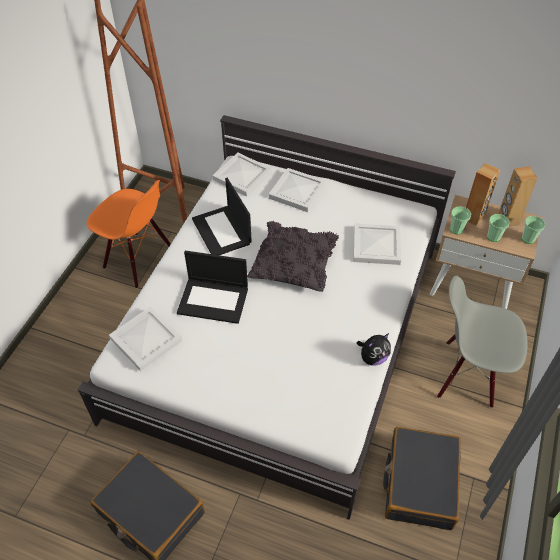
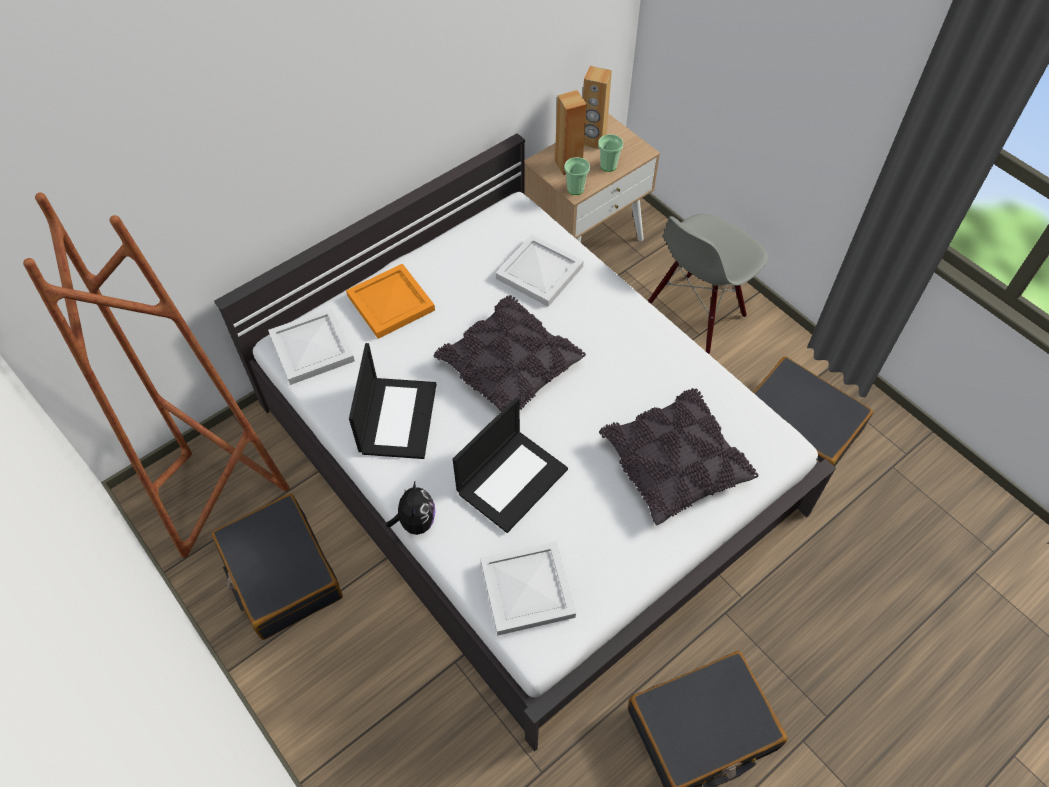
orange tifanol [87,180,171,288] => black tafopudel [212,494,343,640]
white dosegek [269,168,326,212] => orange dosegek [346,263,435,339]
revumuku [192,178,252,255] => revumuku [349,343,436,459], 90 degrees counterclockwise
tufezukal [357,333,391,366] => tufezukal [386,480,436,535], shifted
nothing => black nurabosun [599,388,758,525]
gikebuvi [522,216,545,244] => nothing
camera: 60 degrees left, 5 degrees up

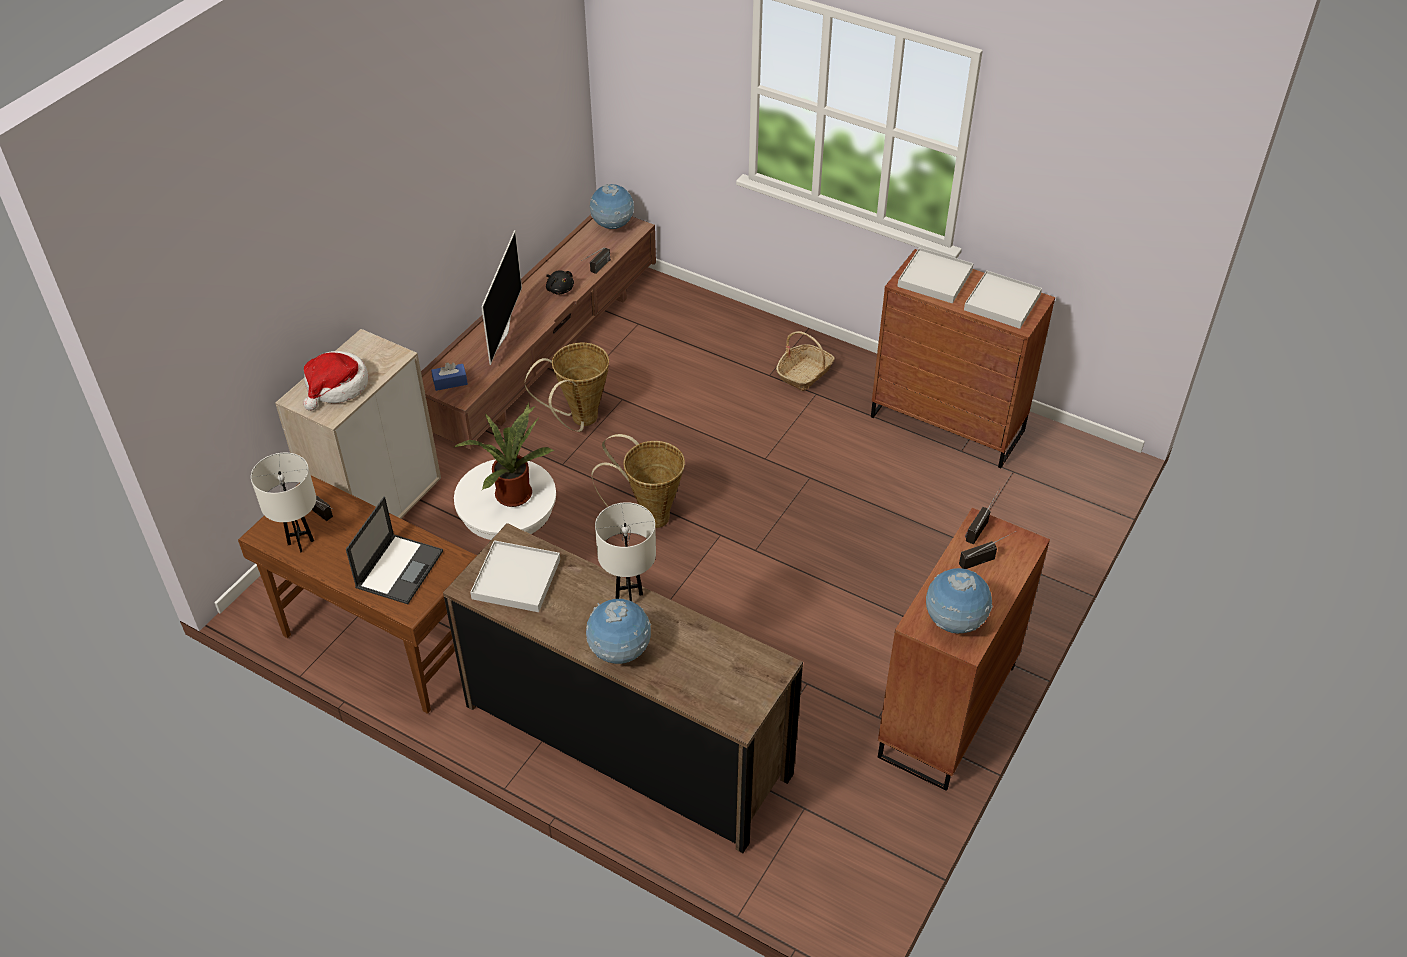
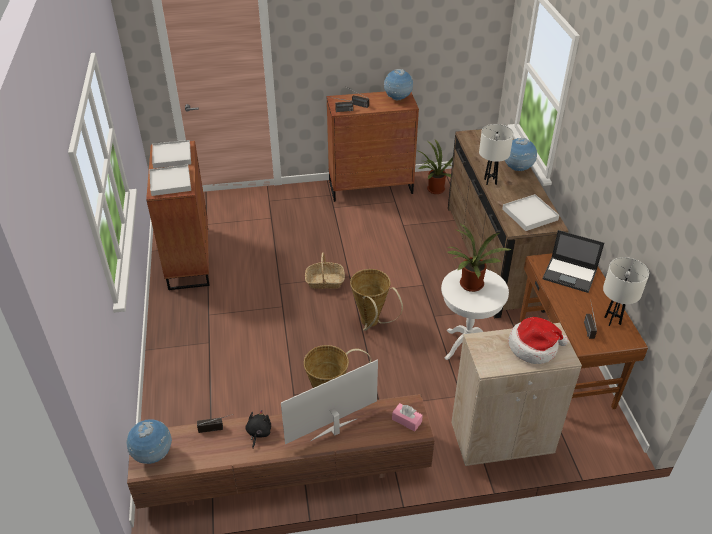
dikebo [776,331,835,391] => dikebo [305,252,345,289], shifted
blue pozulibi [431,362,468,391] => pink pozulibi [392,403,423,432]
nothing => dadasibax [417,140,453,194]
revumuku [346,496,443,604] => revumuku [543,230,604,293], 135 degrees counterclockwise
camera: 130 degrees left, 5 degrees down

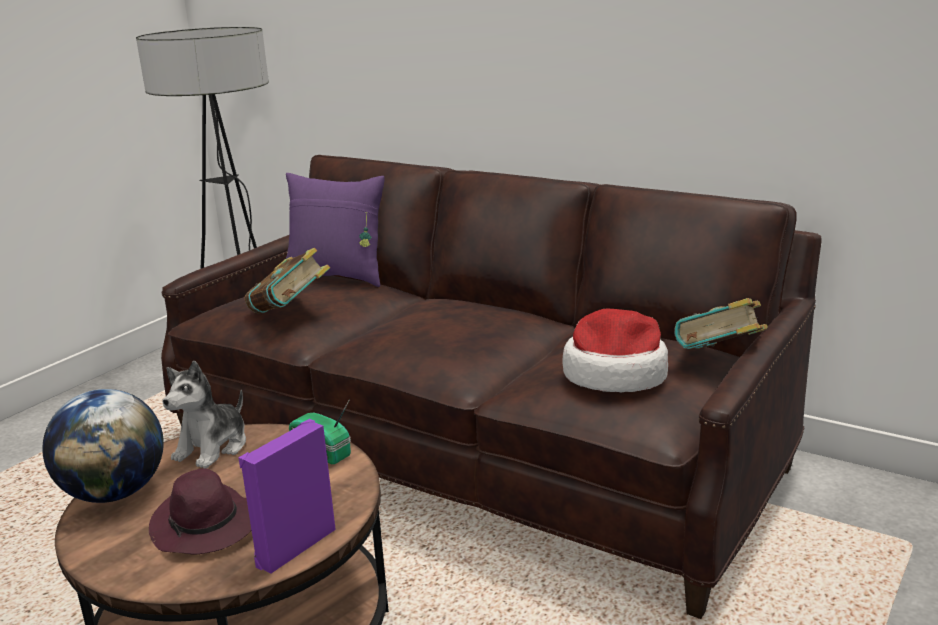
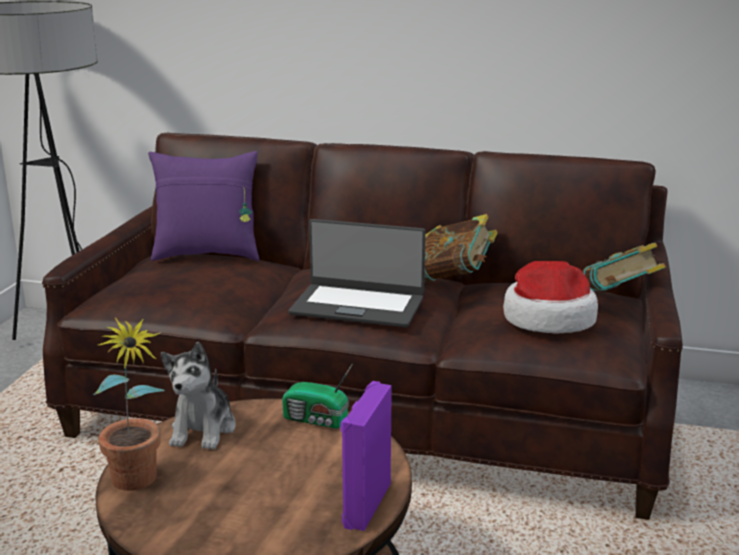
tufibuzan [42,389,164,503] => dadasibax [93,317,165,491]
nothing => revumuku [288,219,426,327]
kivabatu [244,248,330,314] => kivabatu [424,214,498,282], shifted
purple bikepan [149,468,251,554] => nothing
camera: 20 degrees left, 0 degrees up

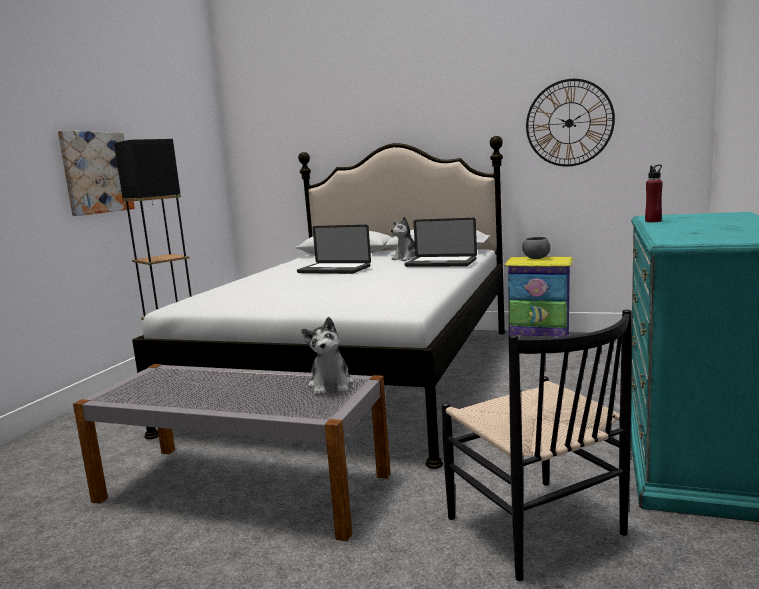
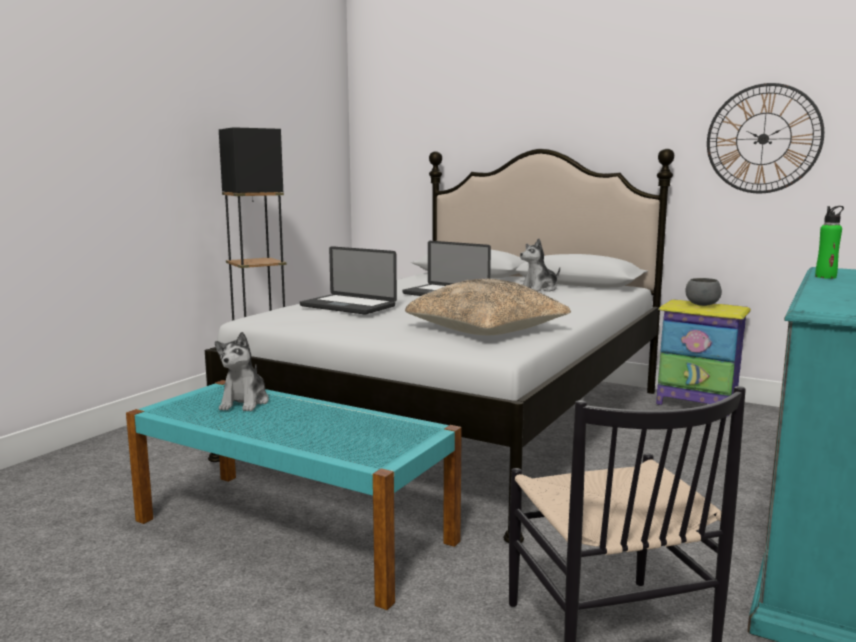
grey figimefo [73,364,391,541] => turquoise figimefo [126,380,462,610]
tufezukal [301,317,354,396] => tufezukal [215,332,269,411], shifted
revumuku [404,218,477,267] => revumuku [300,246,397,314], shifted
nothing => beige nurabosun [405,279,571,335]
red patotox [645,165,663,222] => green patotox [815,206,844,279]
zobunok [58,130,135,216] => nothing
camera: 10 degrees right, 0 degrees up

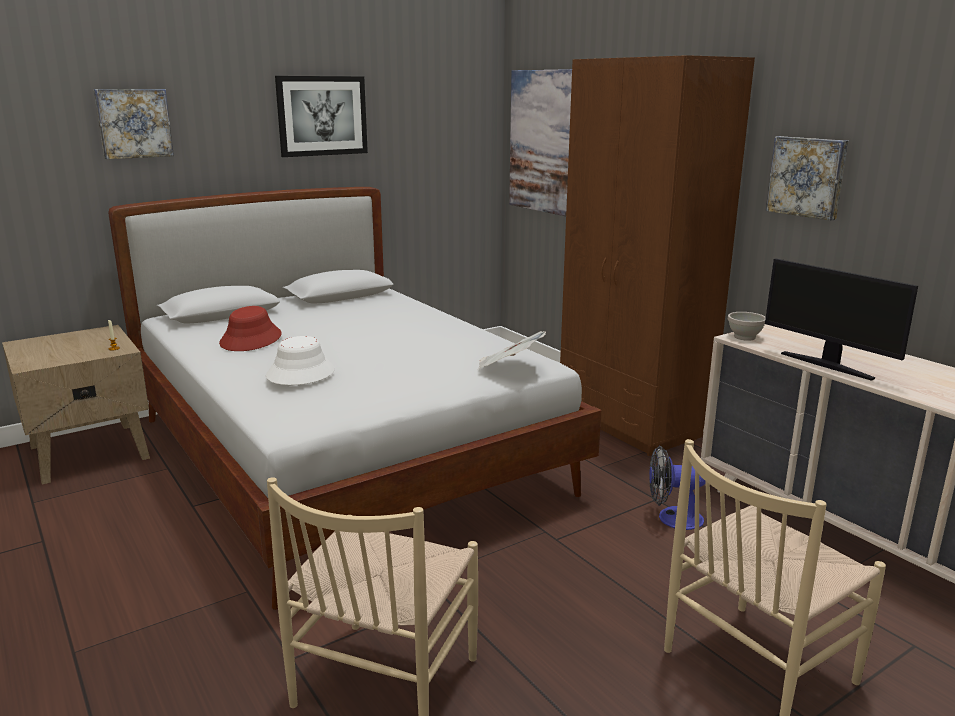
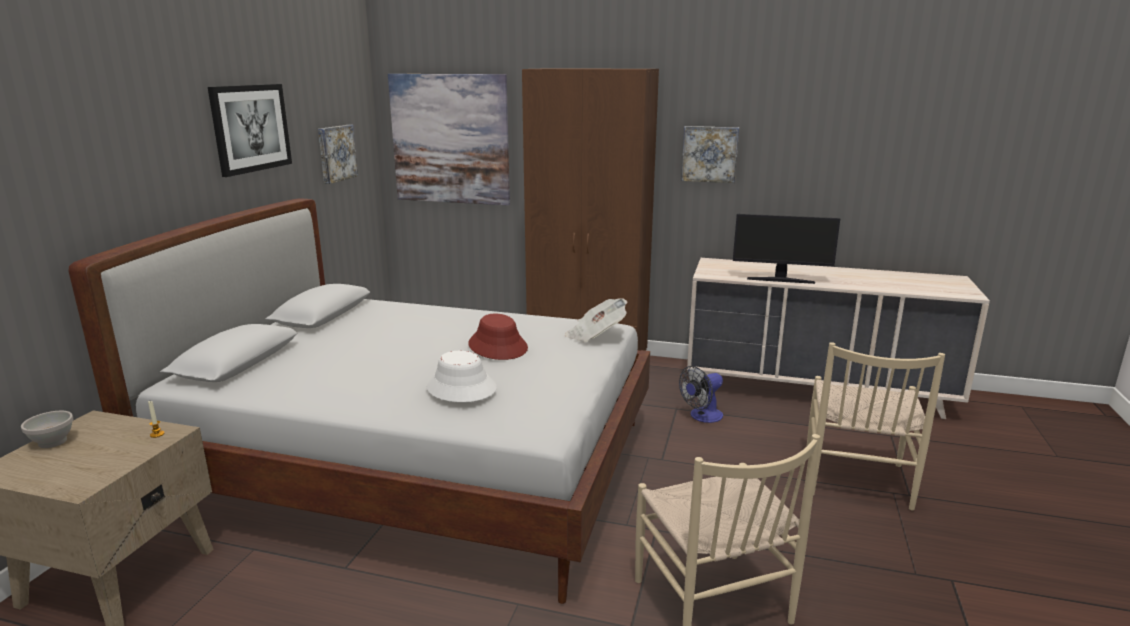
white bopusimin [728,312,766,341] => white bopusimin [21,411,73,448], shifted
zobunok [94,89,174,159] => zobunok [318,125,358,184], shifted
red bikepan [219,306,282,351] => red bikepan [468,314,528,360], shifted
camera: 40 degrees left, 0 degrees up

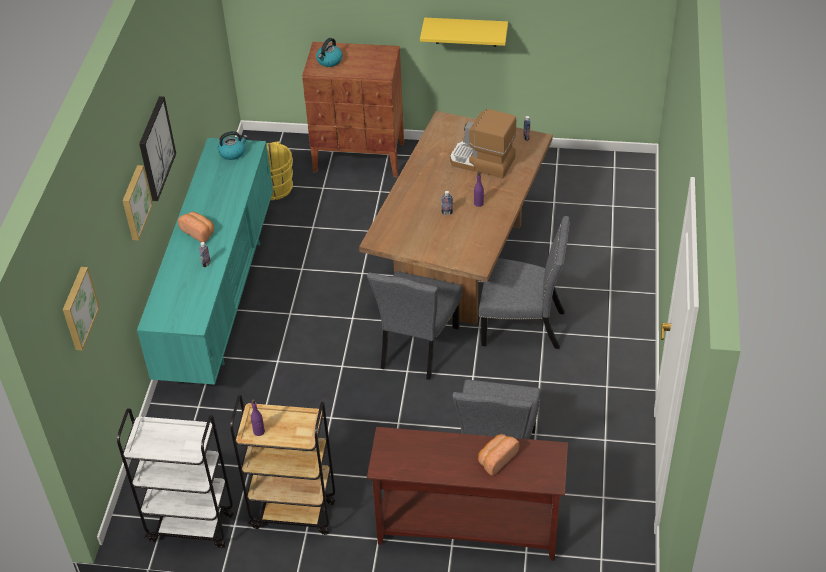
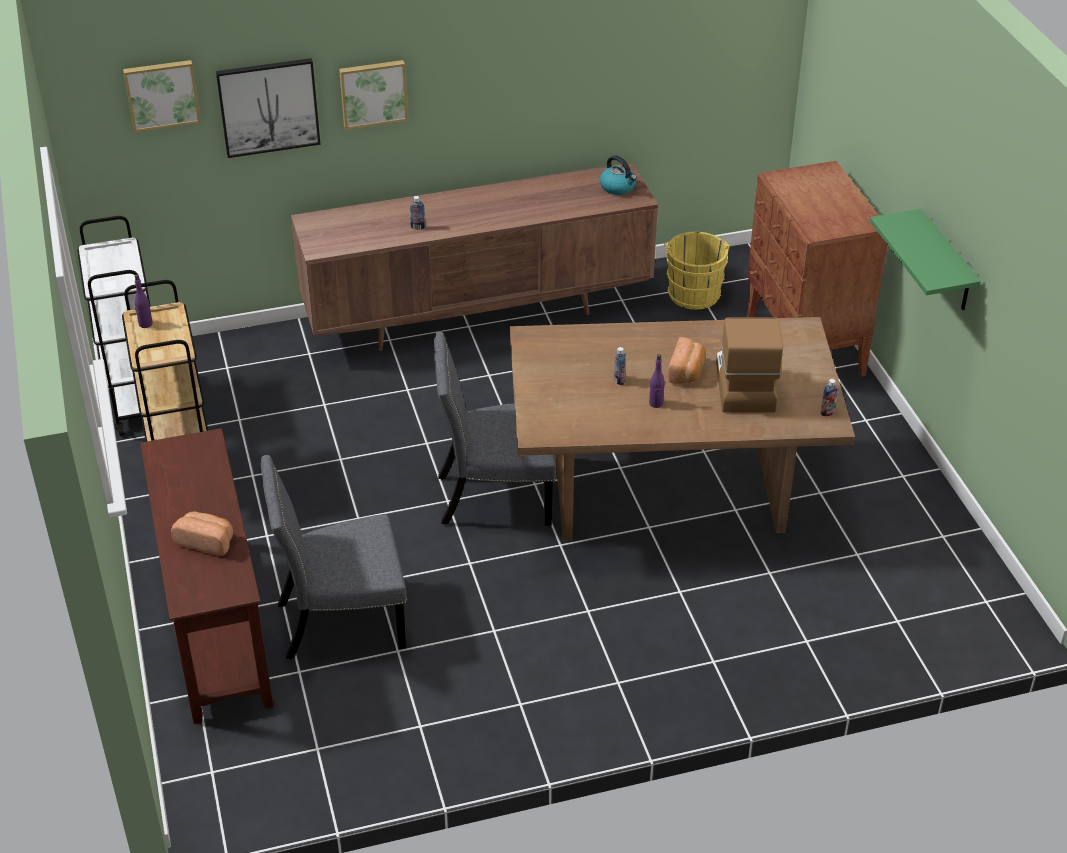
zobunok [139,96,176,201] => zobunok [216,58,321,158], shifted
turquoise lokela [137,138,273,385] => brown lokela [291,163,658,351]
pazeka [178,212,214,242] => pazeka [668,337,706,384], shifted
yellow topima [420,18,508,47] => green topima [870,209,981,310]
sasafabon [316,38,343,67] => nothing
grey tifanol [479,216,570,349] => nothing
camera: 65 degrees right, 5 degrees down

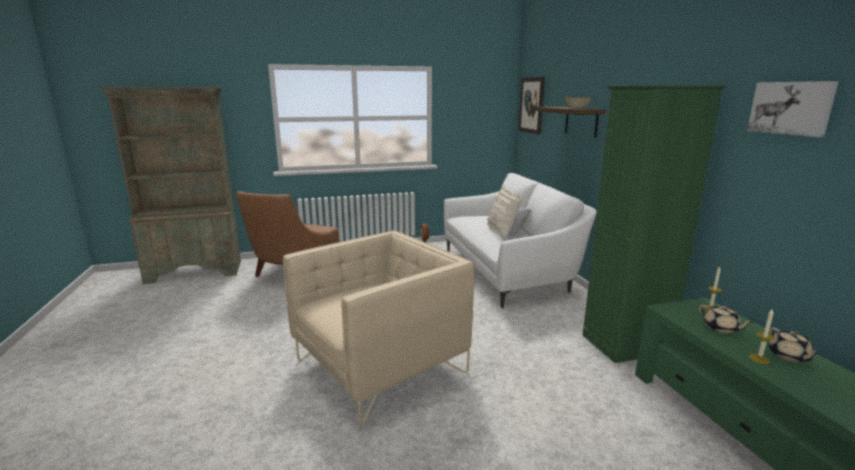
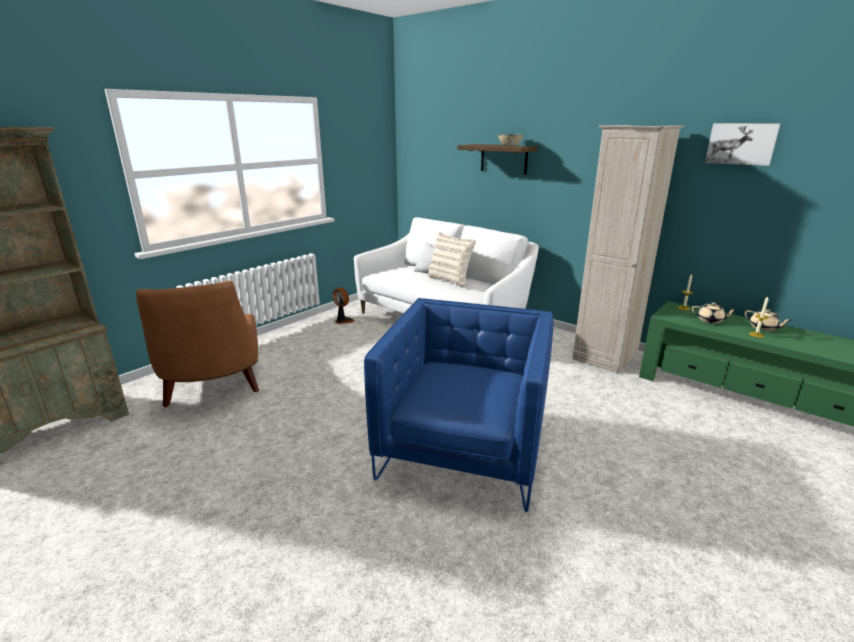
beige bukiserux [283,230,474,428] => blue bukiserux [364,298,554,512]
green lokela [583,85,726,363] => beige lokela [572,125,684,373]
zobunok [518,77,545,135] => nothing
camera: 35 degrees left, 5 degrees up

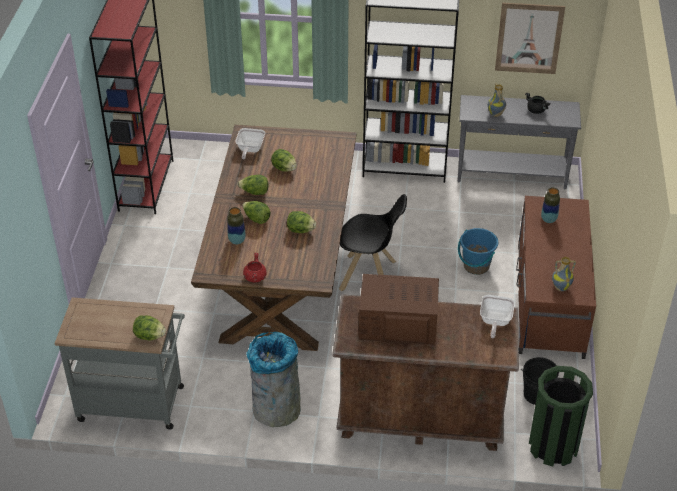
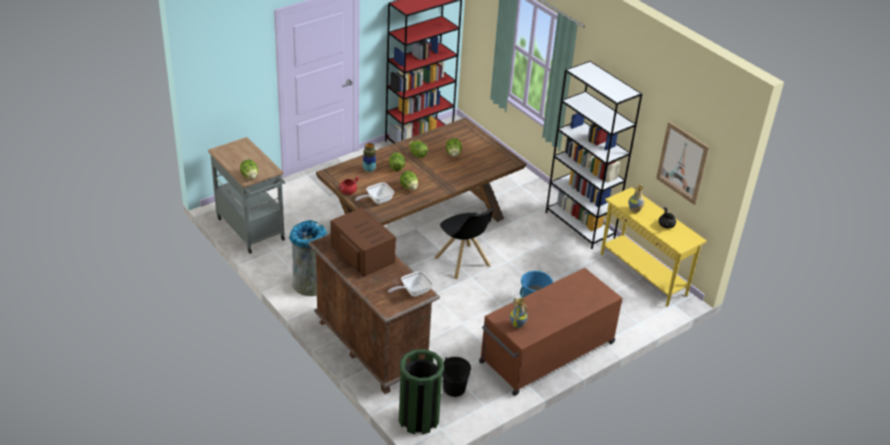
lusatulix [235,128,265,160] => lusatulix [355,183,394,204], shifted
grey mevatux [458,95,581,189] => yellow mevatux [601,187,707,307]
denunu [541,187,560,223] => nothing
camera: 45 degrees right, 5 degrees down

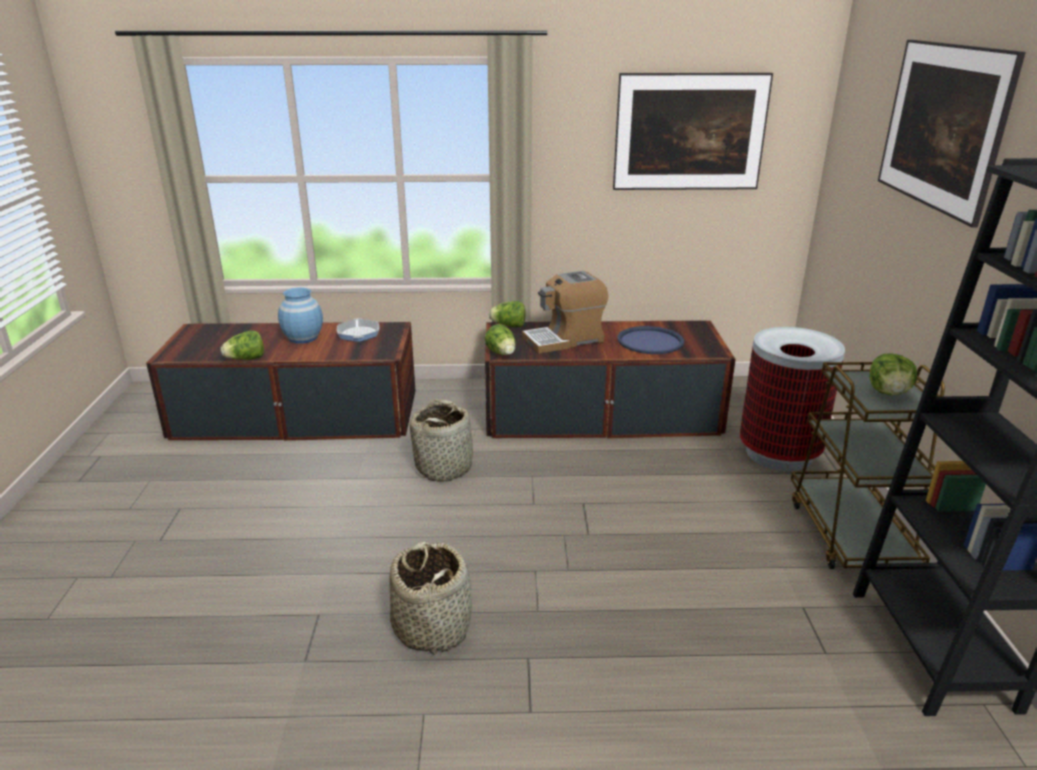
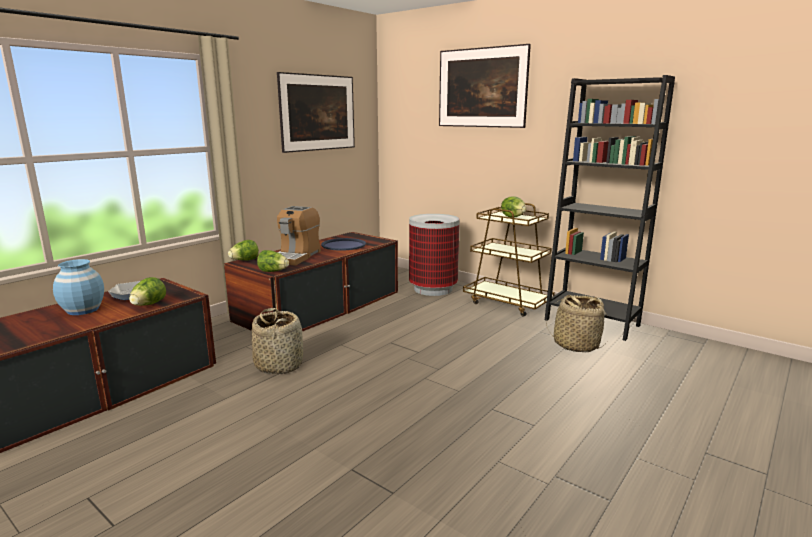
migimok [221,331,264,360] => migimok [129,277,166,306], shifted
dikebo [390,542,472,655] => dikebo [546,295,607,352], shifted
camera: 50 degrees left, 10 degrees down

